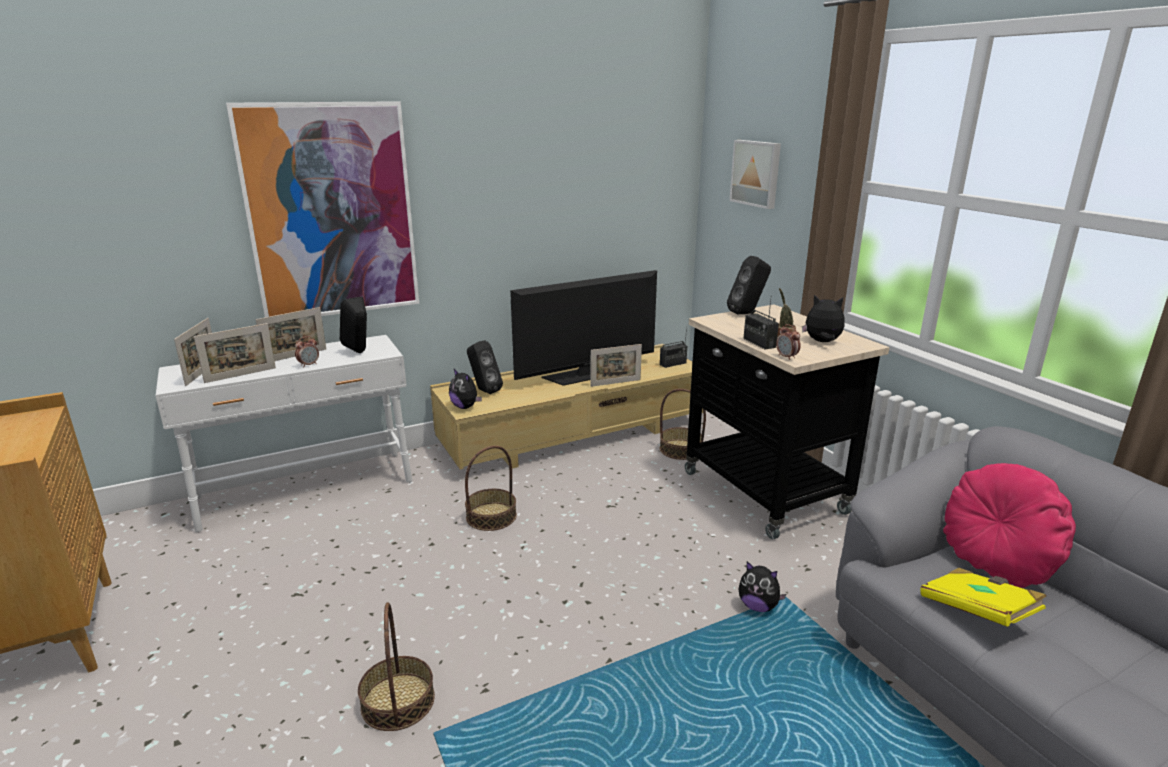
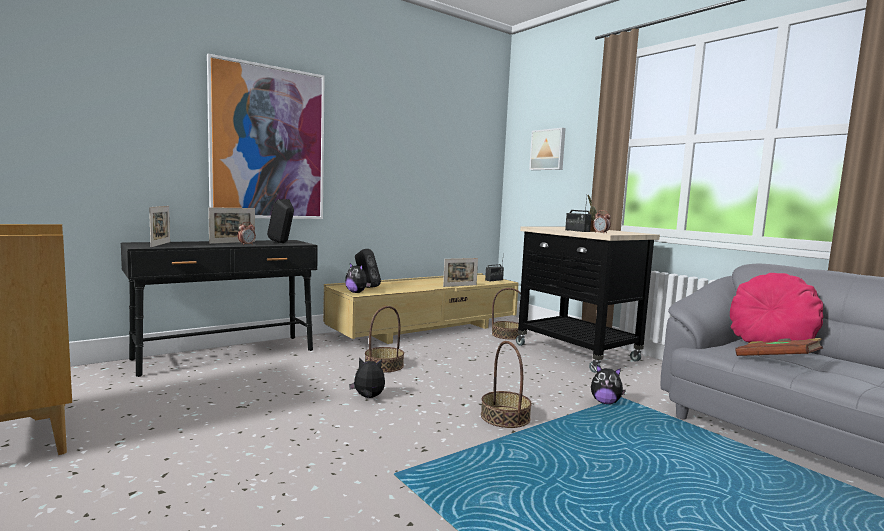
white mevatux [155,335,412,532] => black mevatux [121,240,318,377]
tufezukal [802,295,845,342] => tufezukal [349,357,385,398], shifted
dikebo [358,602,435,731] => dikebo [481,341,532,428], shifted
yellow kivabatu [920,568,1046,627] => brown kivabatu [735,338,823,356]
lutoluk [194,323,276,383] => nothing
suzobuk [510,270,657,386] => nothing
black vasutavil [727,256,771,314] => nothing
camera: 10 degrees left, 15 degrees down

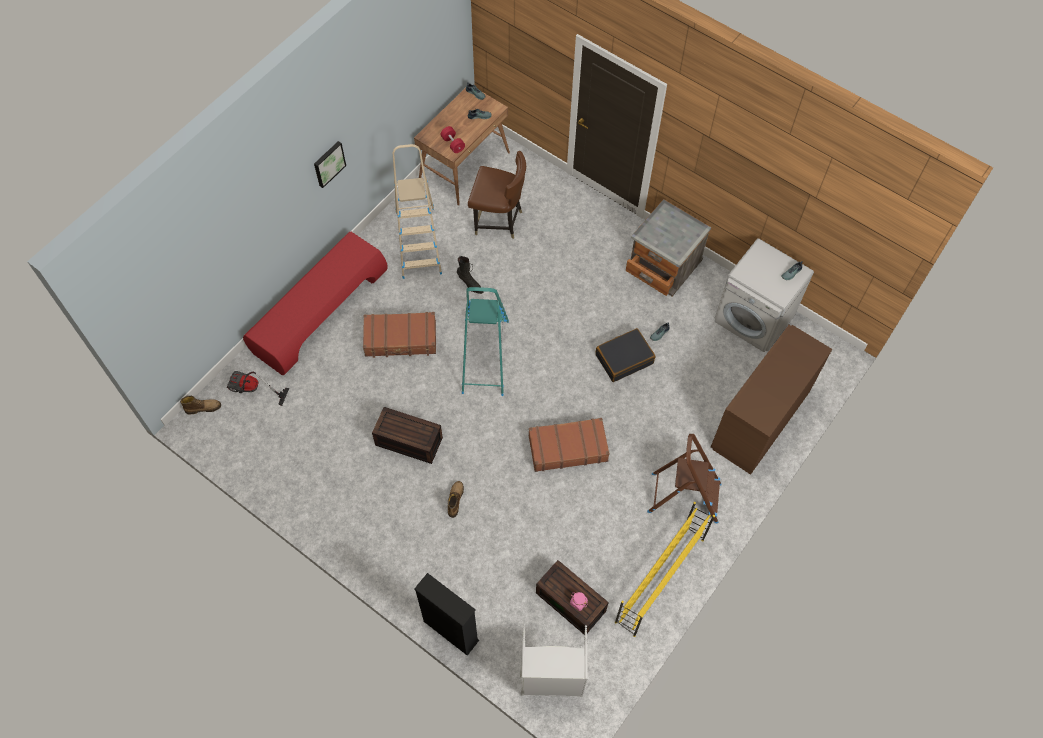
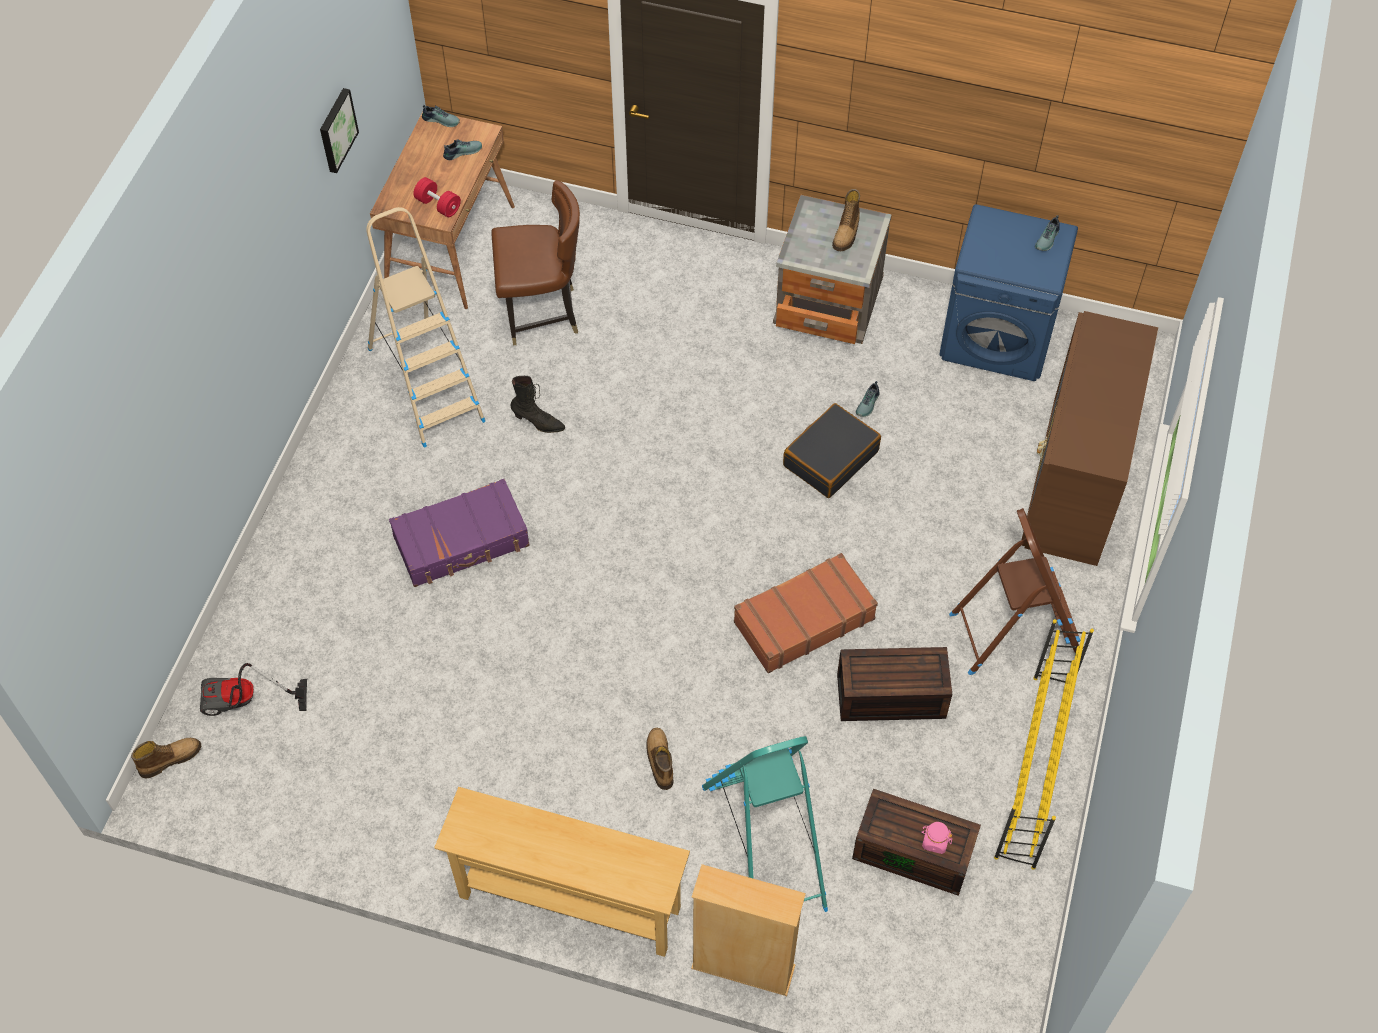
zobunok [314,141,346,188] => zobunok [320,88,359,173], shifted
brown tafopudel [363,312,436,358] => purple tafopudel [389,479,530,587]
nothing => beige mevatux [434,787,690,957]
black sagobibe [414,573,479,656] => beige sagobibe [691,864,806,996]
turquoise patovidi [462,287,509,396] => turquoise patovidi [702,736,828,912], shifted
nothing => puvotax [832,189,860,251]
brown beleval [372,407,443,464] => brown beleval [837,647,952,721], shifted
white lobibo [715,238,814,352] => blue lobibo [940,204,1078,381]
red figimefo [243,232,388,375] => nothing
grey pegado [520,624,588,697] => nothing
camera: 20 degrees left, 5 degrees down

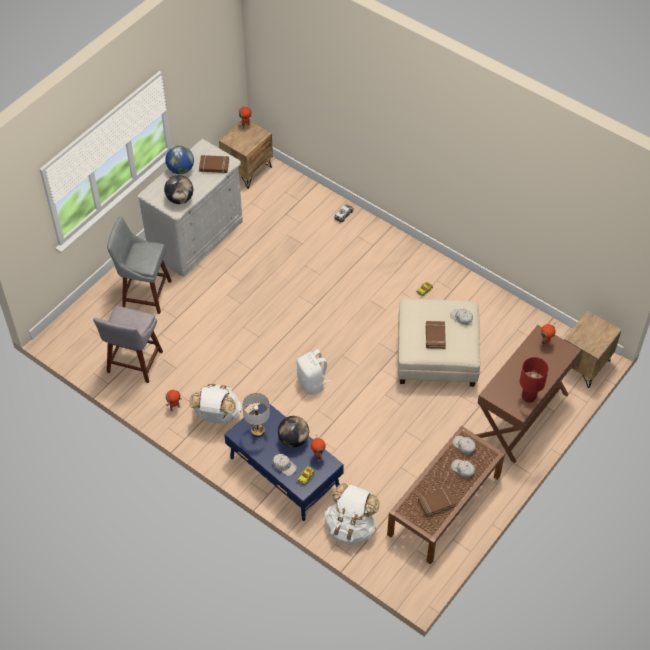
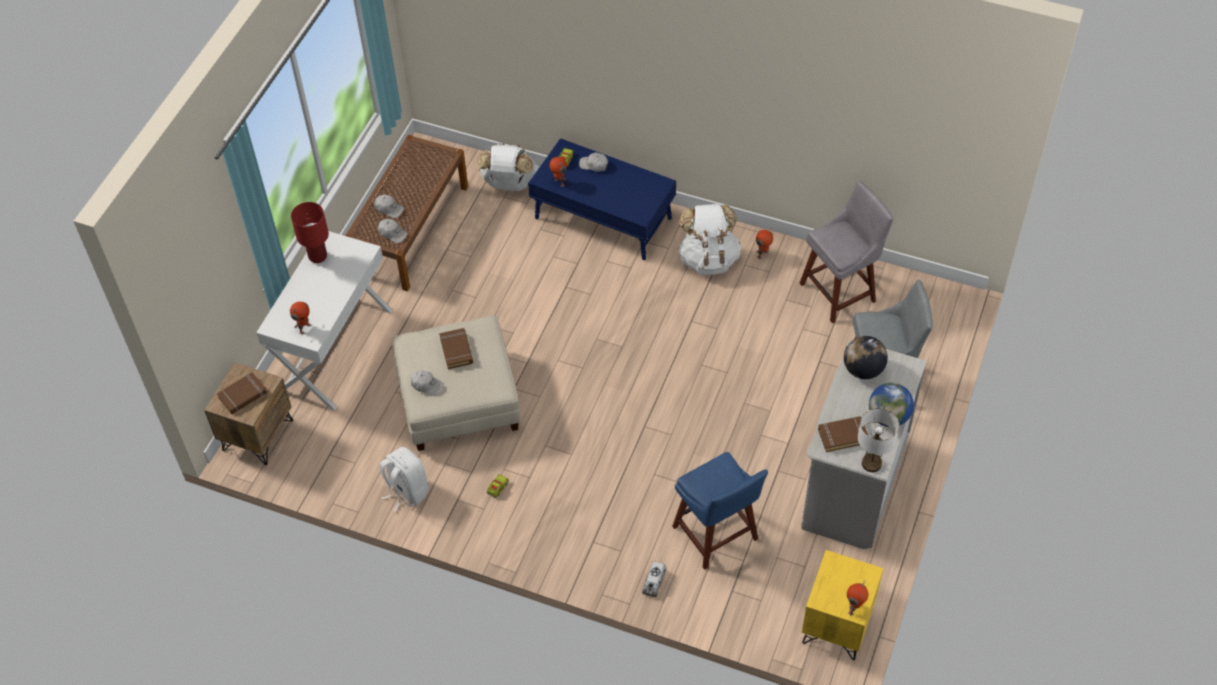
brown kivabatu [418,487,456,517] => brown kivabatu [217,372,267,414], shifted
brown mevatux [475,325,581,463] => white mevatux [256,231,392,410]
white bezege [297,349,331,394] => white bezege [380,447,429,512], shifted
nothing => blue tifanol [672,452,768,570]
grey tifanol [93,306,163,383] => grey tifanol [799,181,893,323], 60 degrees clockwise
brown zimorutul [219,121,273,189] => yellow zimorutul [802,550,883,660]
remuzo [242,393,270,437] => remuzo [858,408,900,472], shifted
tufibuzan [278,416,309,447] => nothing
camera: 165 degrees right, 0 degrees up

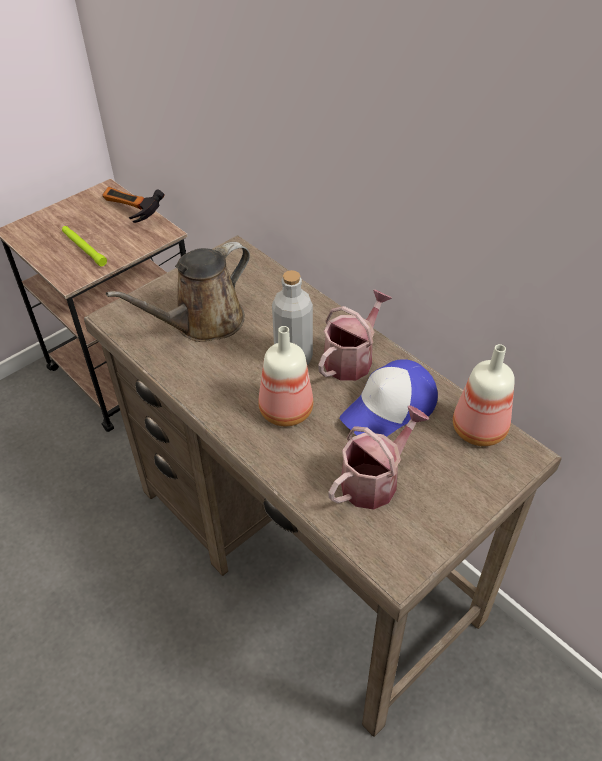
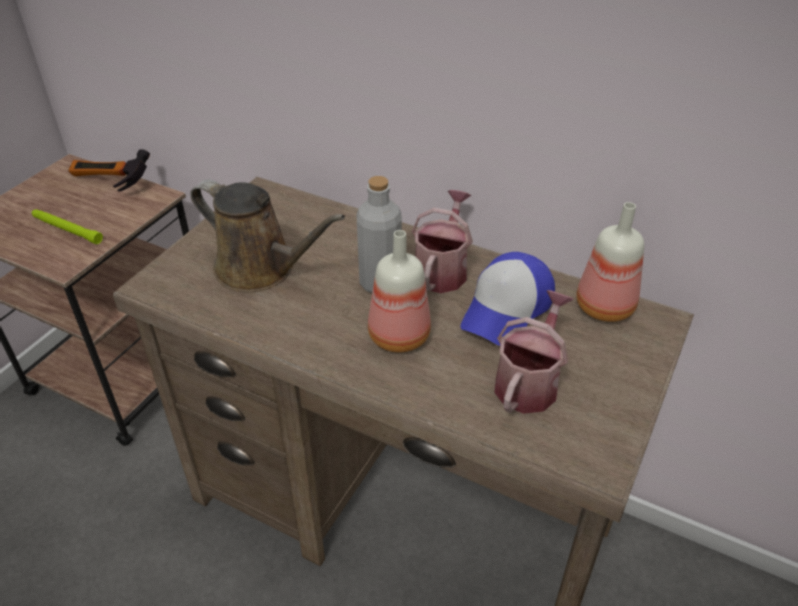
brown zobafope [106,242,250,342] => brown zobafope [191,179,345,293], 90 degrees counterclockwise
camera: 20 degrees left, 5 degrees down

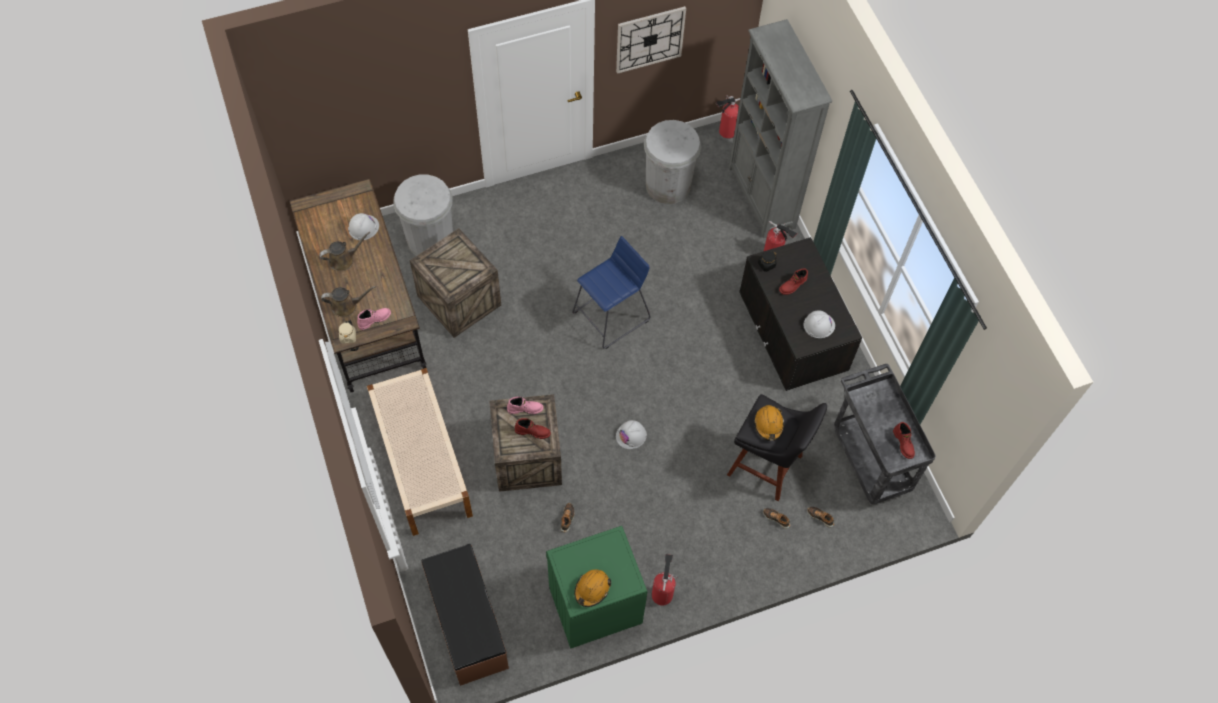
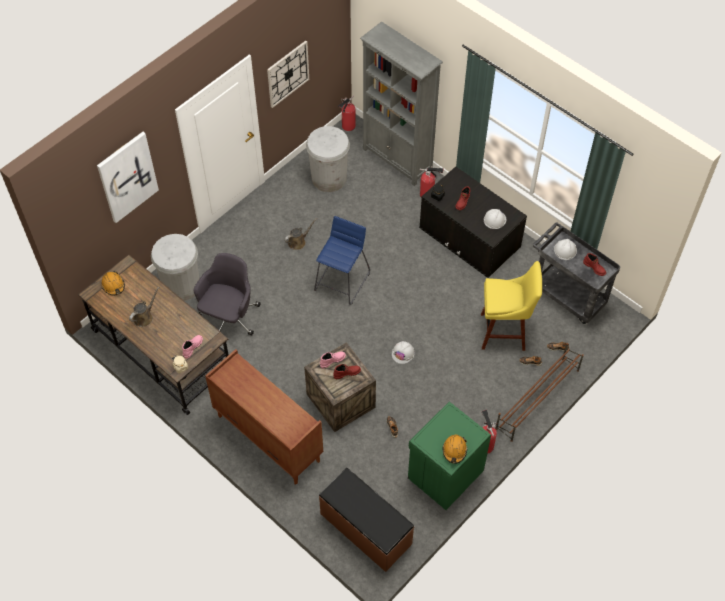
nothing => zobunok [97,132,159,223]
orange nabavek [754,405,784,441] => orange nabavek [102,271,125,296], shifted
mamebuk [410,228,501,338] => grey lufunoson [194,253,261,335]
beige figimefo [367,368,473,536] => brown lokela [205,349,323,484]
brown zobafope [321,286,376,317] => brown zobafope [284,218,317,250], shifted
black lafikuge [727,394,827,501] => yellow lafikuge [481,261,542,351]
nothing => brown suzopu [495,343,584,442]
white nabavek [348,213,379,240] => white nabavek [554,239,577,260], shifted
camera: 25 degrees left, 5 degrees down

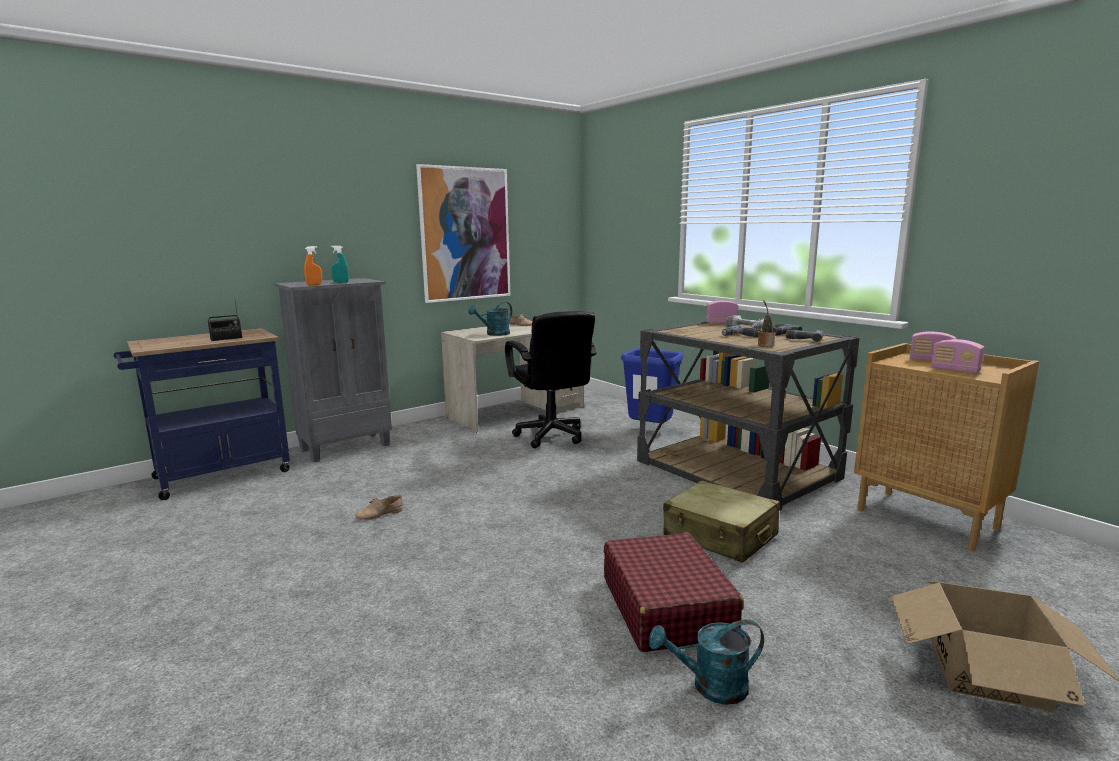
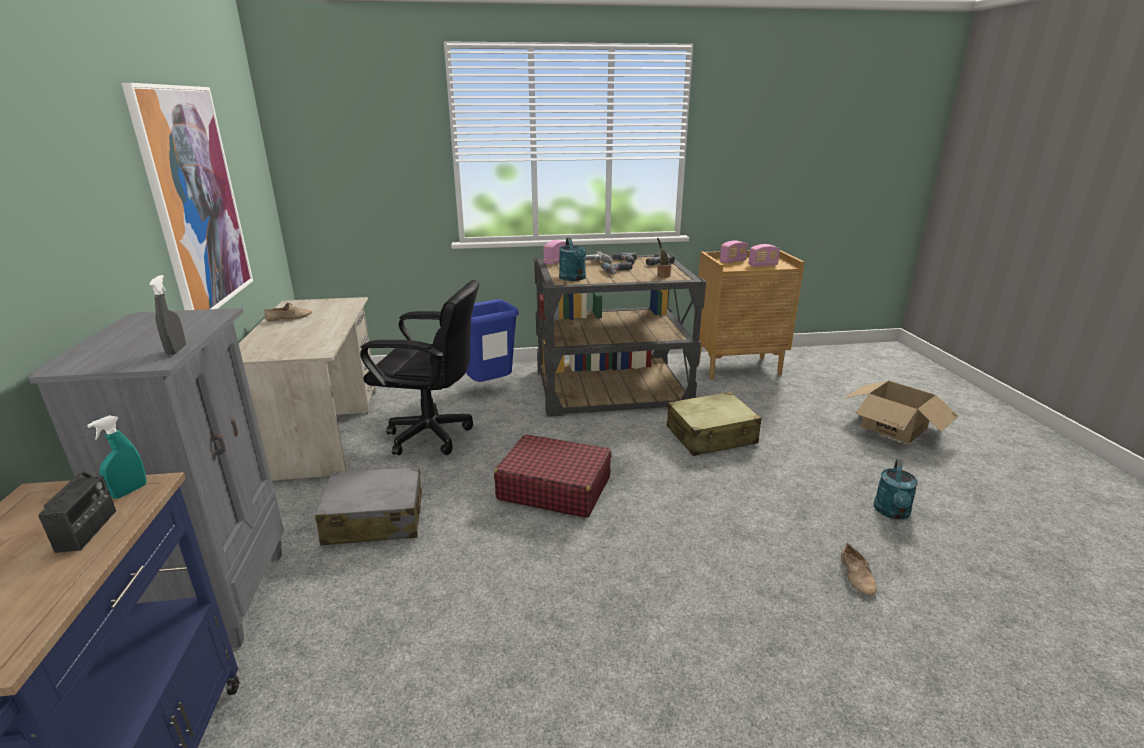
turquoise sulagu [331,245,349,283] => turquoise sulagu [87,415,147,499], shifted
orange sulagu [304,246,322,285] => grey sulagu [149,275,186,355]
nothing => grey tafopudel [315,467,422,546]
red tafopudel [604,533,744,652] => red tafopudel [494,434,612,518], shifted
turquoise zobafope [468,302,512,336] => turquoise zobafope [559,237,586,281], shifted
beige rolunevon [355,495,404,520] => beige rolunevon [841,543,877,596], shifted
camera: 60 degrees left, 10 degrees up

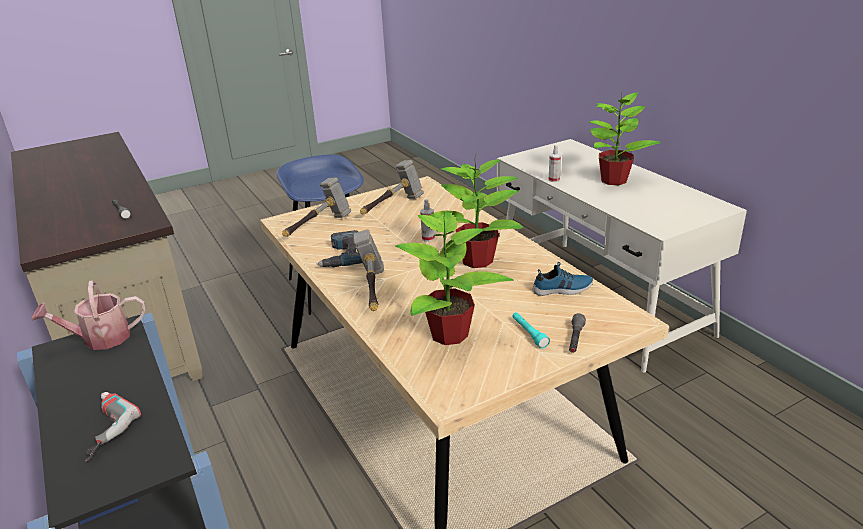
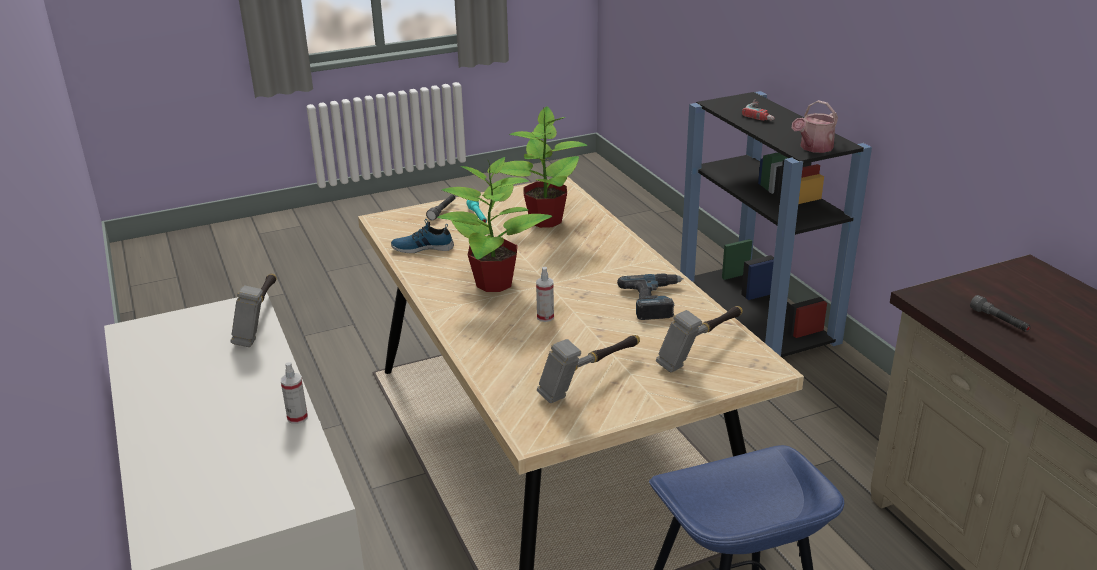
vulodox [353,229,384,311] => vulodox [230,274,277,347], shifted
zobafope [32,280,146,350] => zobafope [792,100,838,153], 150 degrees clockwise
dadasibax [590,89,662,185] => nothing
camera: 175 degrees left, 0 degrees up

